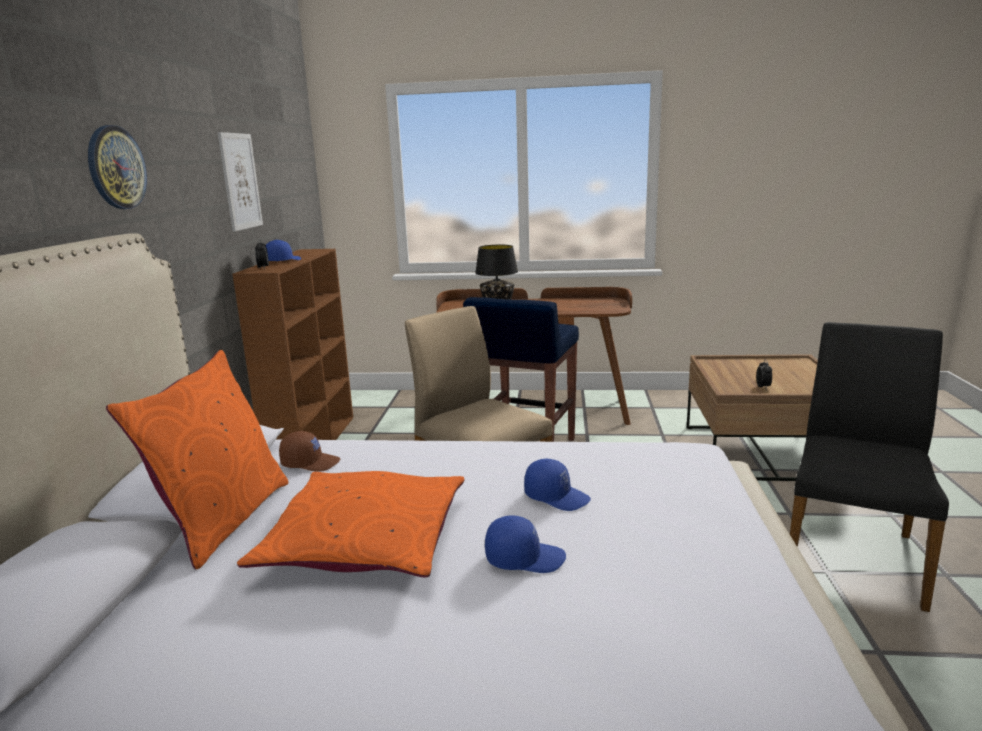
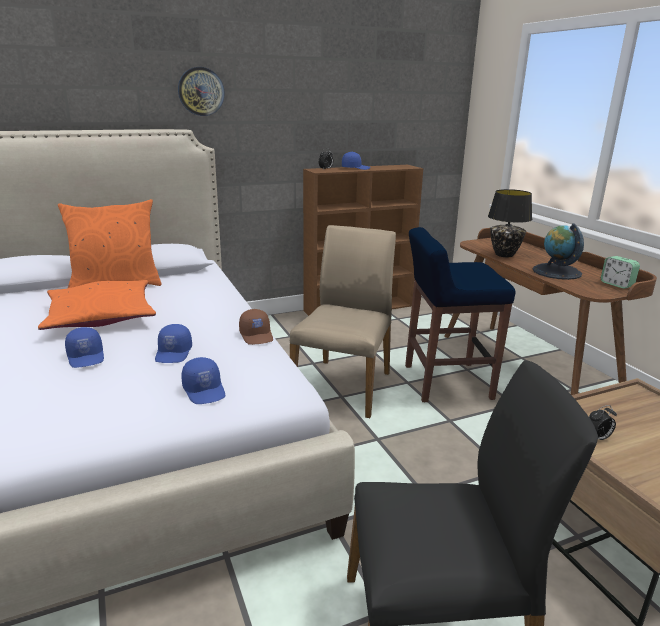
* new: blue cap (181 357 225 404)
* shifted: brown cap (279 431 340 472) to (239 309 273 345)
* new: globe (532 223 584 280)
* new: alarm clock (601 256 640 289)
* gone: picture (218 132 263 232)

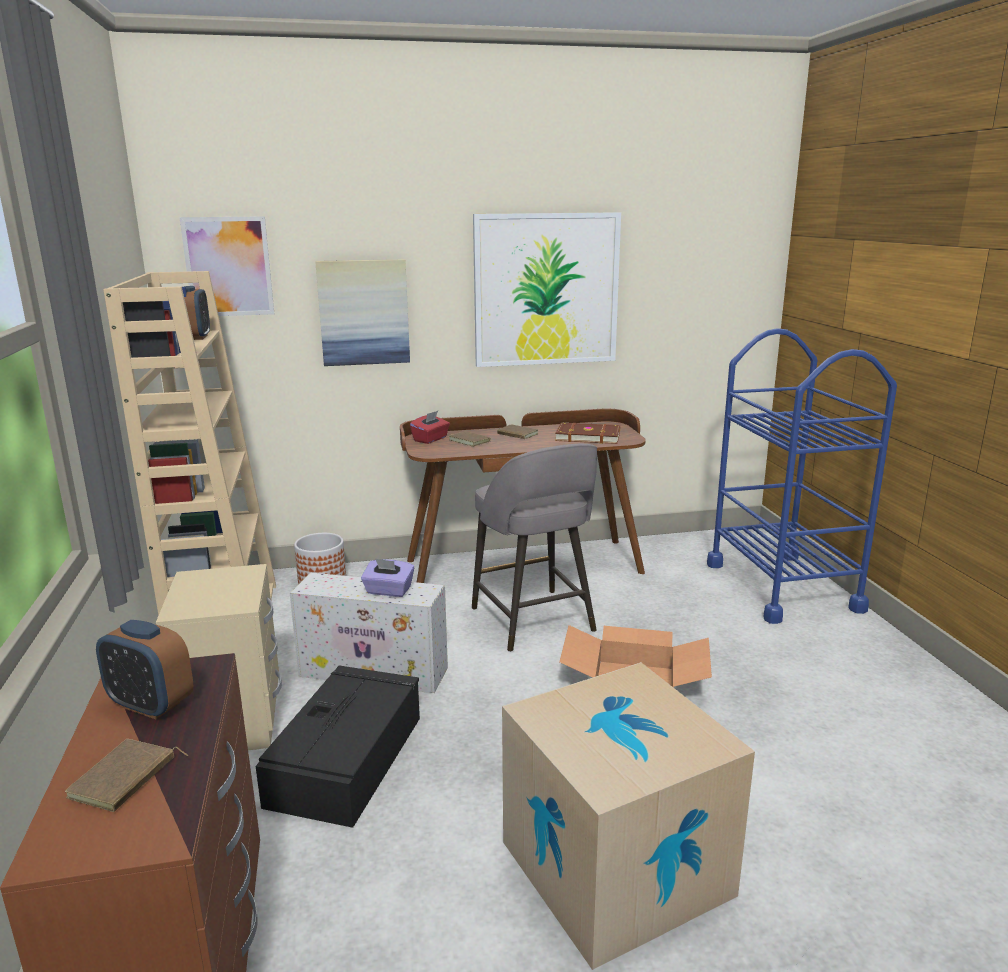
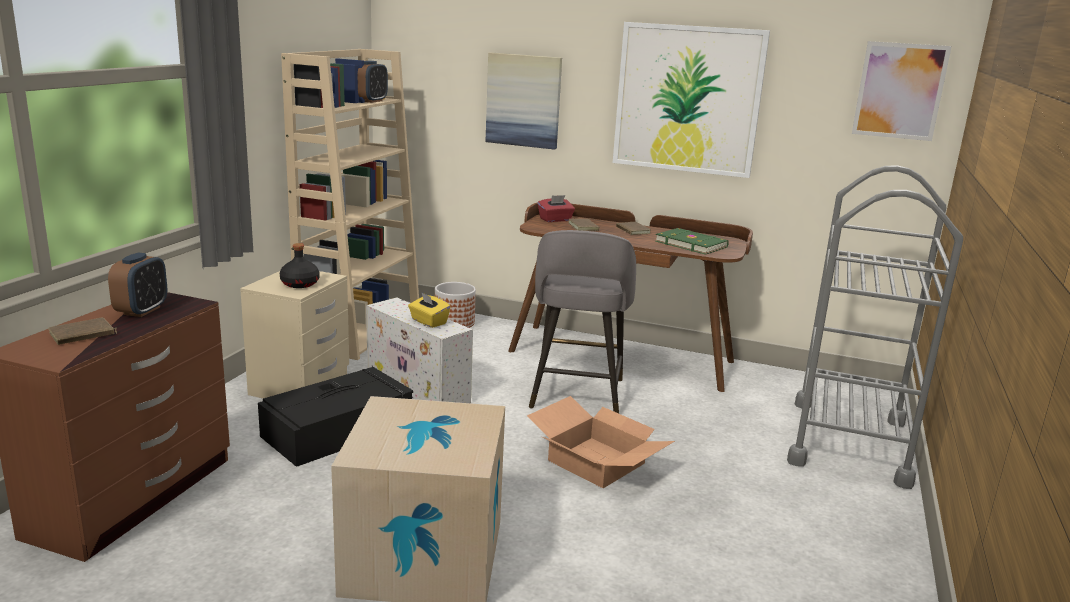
* rotated: alarm clock (96 620 193 719) = (108 252 167 317) 135 degrees counterclockwise
* new: black bottle (279 243 319 288)
* repainted: purple tissue box (361 558 414 597) to yellow tissue box (408 292 450 328)
* repainted: brown book (555 423 620 444) to green book (655 228 729 255)
* repainted: blue cart (707 328 897 624) to grey cart (787 165 963 489)
* shifted: picture (179 216 274 316) to (852 41 952 141)

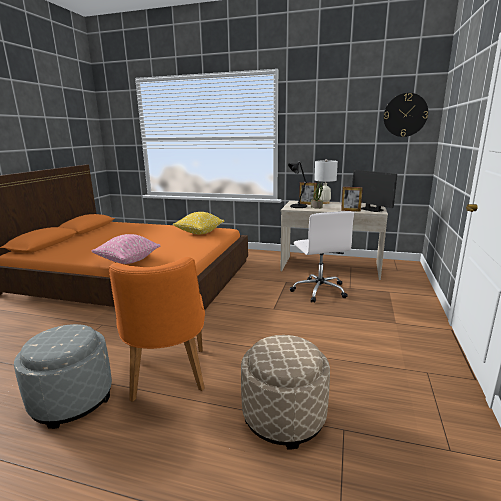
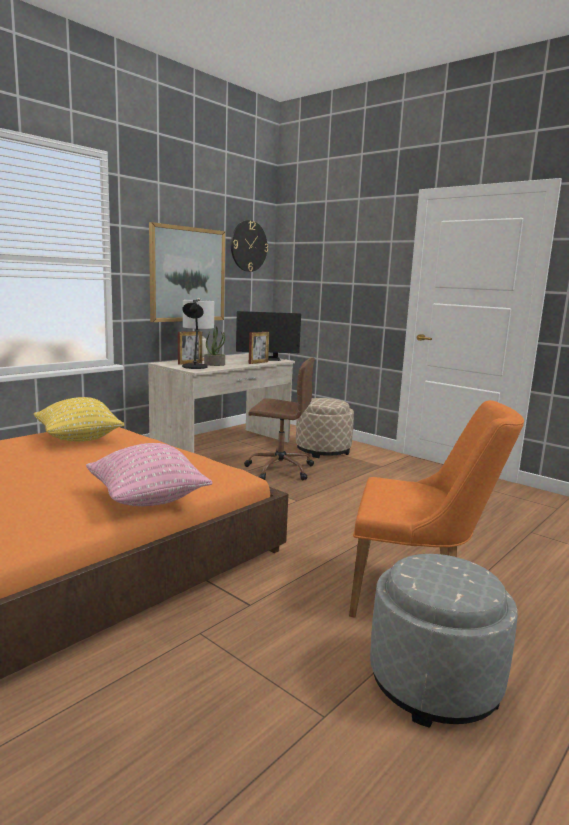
* new: picture (149 222 225 322)
* repainted: white office chair (290 211 354 303) to brown office chair (244 357 315 480)
* shifted: beige ottoman (241 335 330 450) to (296 398 354 458)

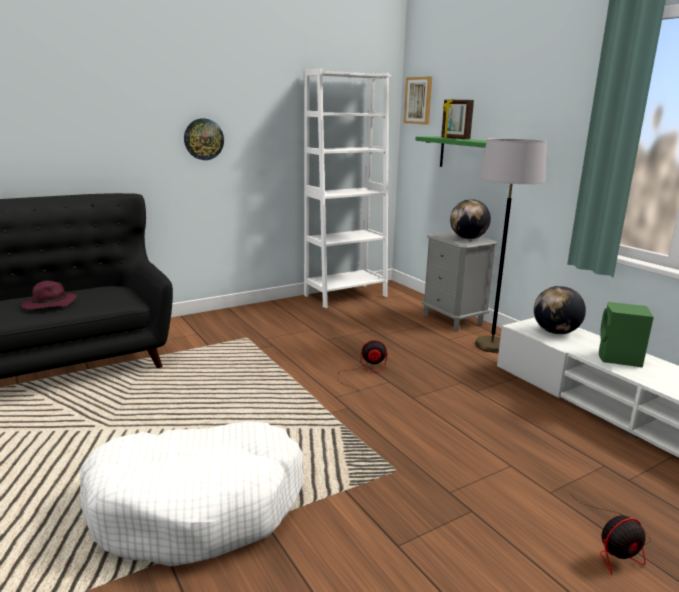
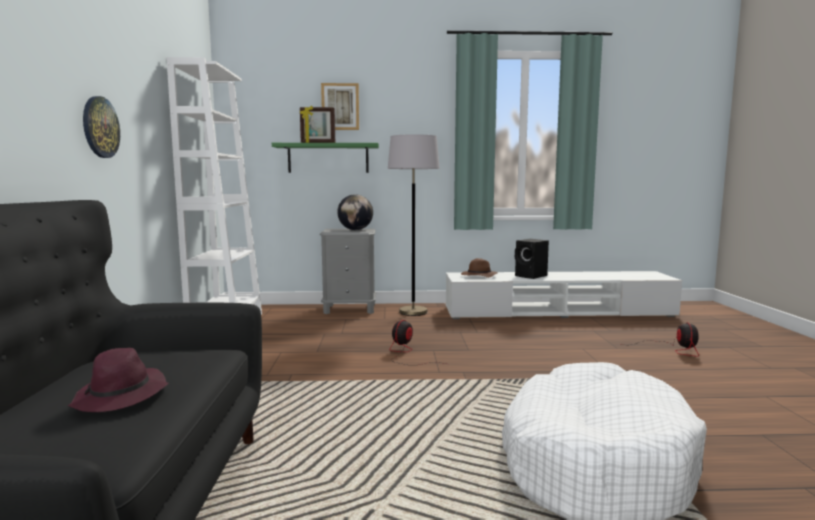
* shifted: picture (404 76 432 125) to (321 83 359 130)
* swapped: globe (534 286 586 334) to brown hat (461 258 497 278)
* repainted: green speaker (599 302 654 367) to black speaker (515 239 549 279)

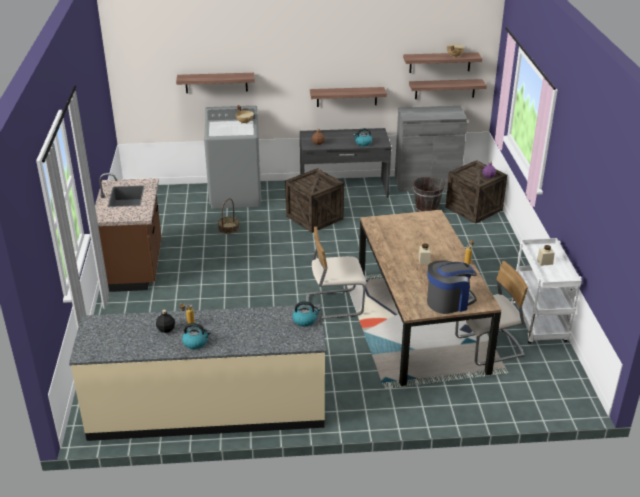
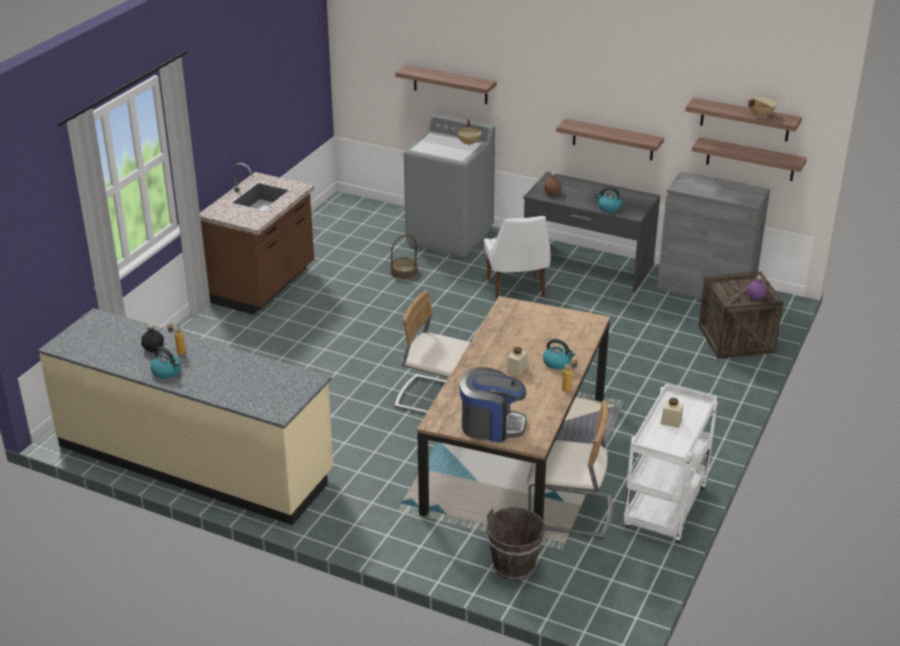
* swapped: crate (285 168 344 233) to white chair (484 216 551 300)
* shifted: brown bucket (413 177 445 212) to (486 507 546 581)
* shifted: kettle (292 301 321 327) to (543 339 575 369)

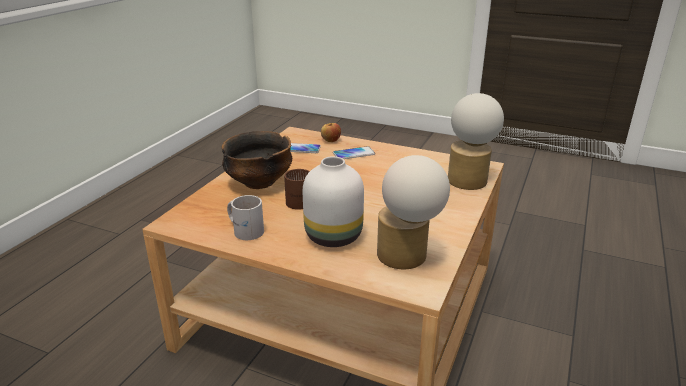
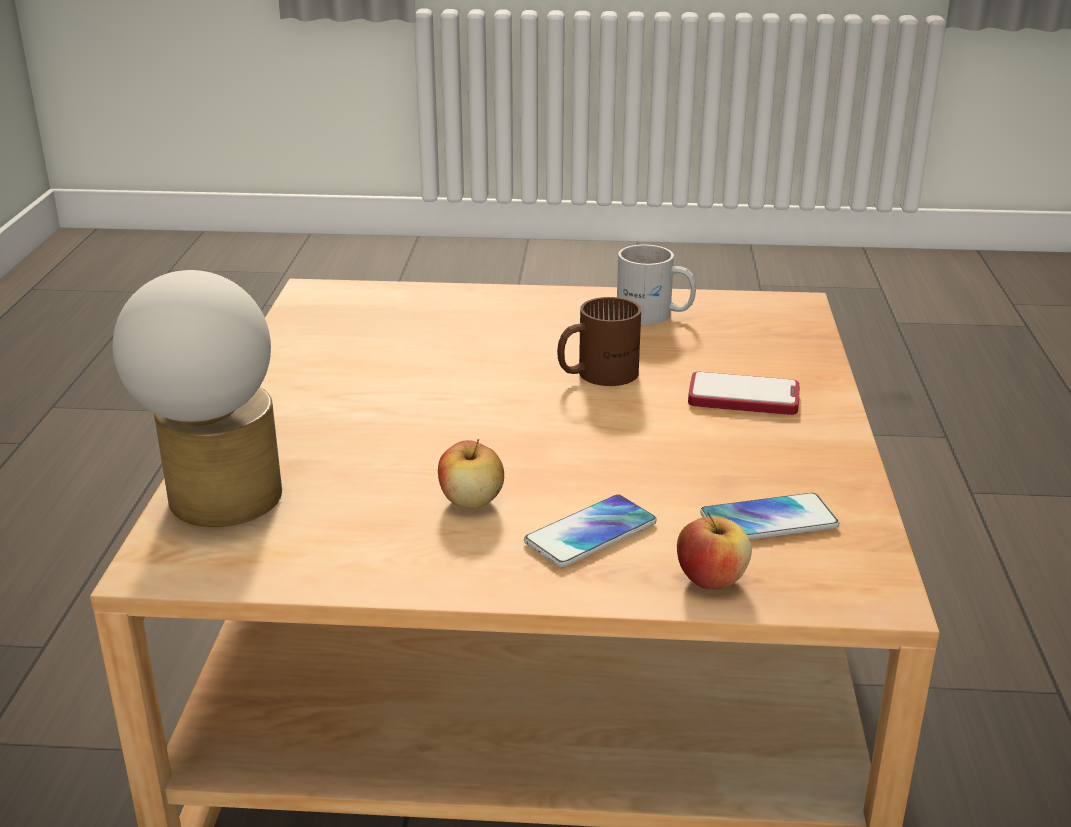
* new: apple (438 439 504 509)
* swapped: bowl (222 131 292 189) to phone (688 372 799 415)
* gone: white vase (303 156 364 247)
* gone: table lamp (377 155 450 269)

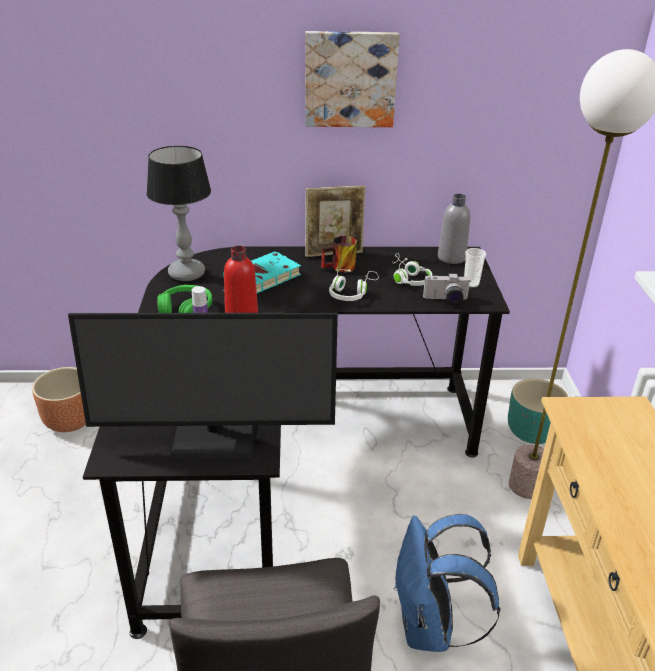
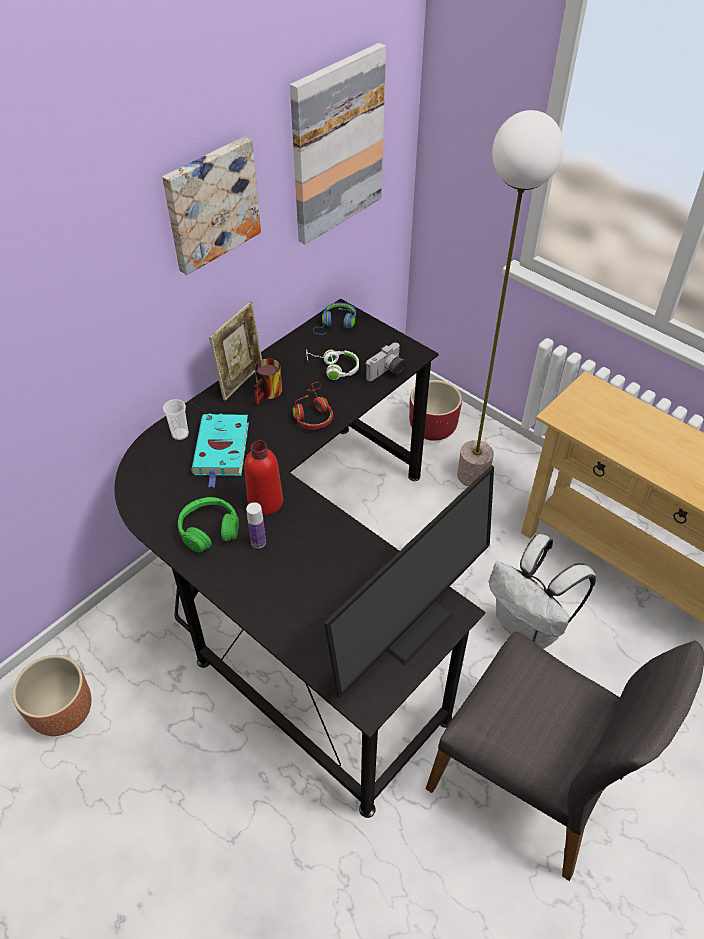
* shifted: cup (464 248 486 288) to (163 399 189 440)
* new: picture (290 43 386 244)
* repainted: white headphones (329 269 379 301) to red headphones (293 382 333 430)
* swapped: grey bottle (438 194 470 264) to blue headphones (313 303 356 335)
* repainted: turquoise planter (508 379 568 444) to red planter (409 380 462 441)
* repainted: blue backpack (394 514 500 652) to white backpack (489 534 596 649)
* gone: table lamp (146 146 211 281)

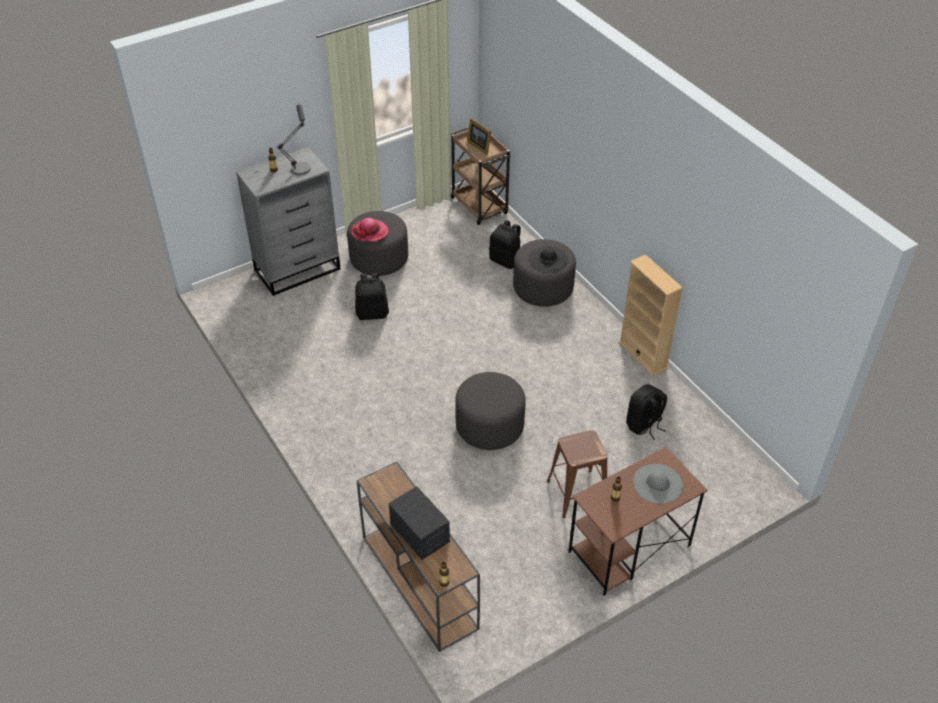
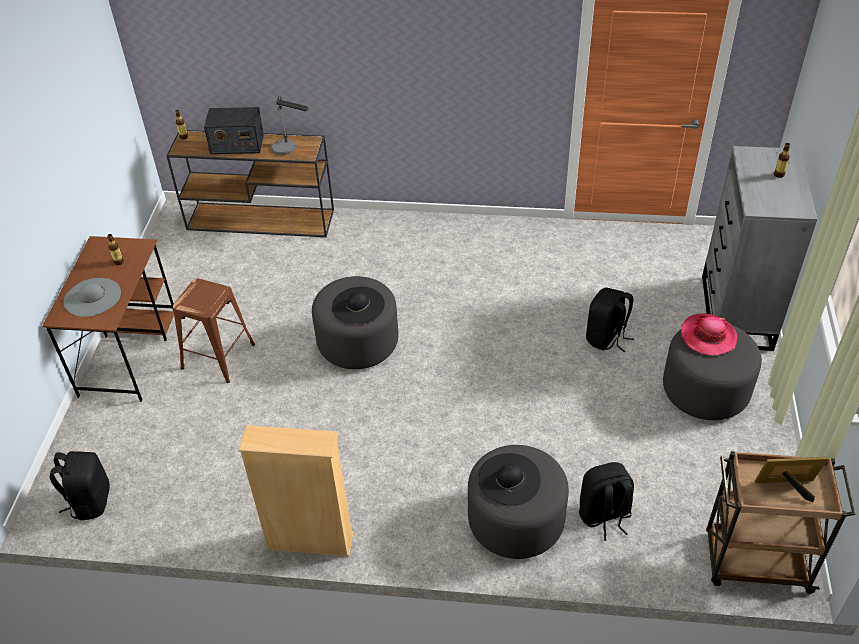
* shifted: black backpack (626 384 667 440) to (50 451 110 520)
* shifted: table lamp (277 104 310 175) to (272 96 309 155)
* new: black hat (332 286 385 324)

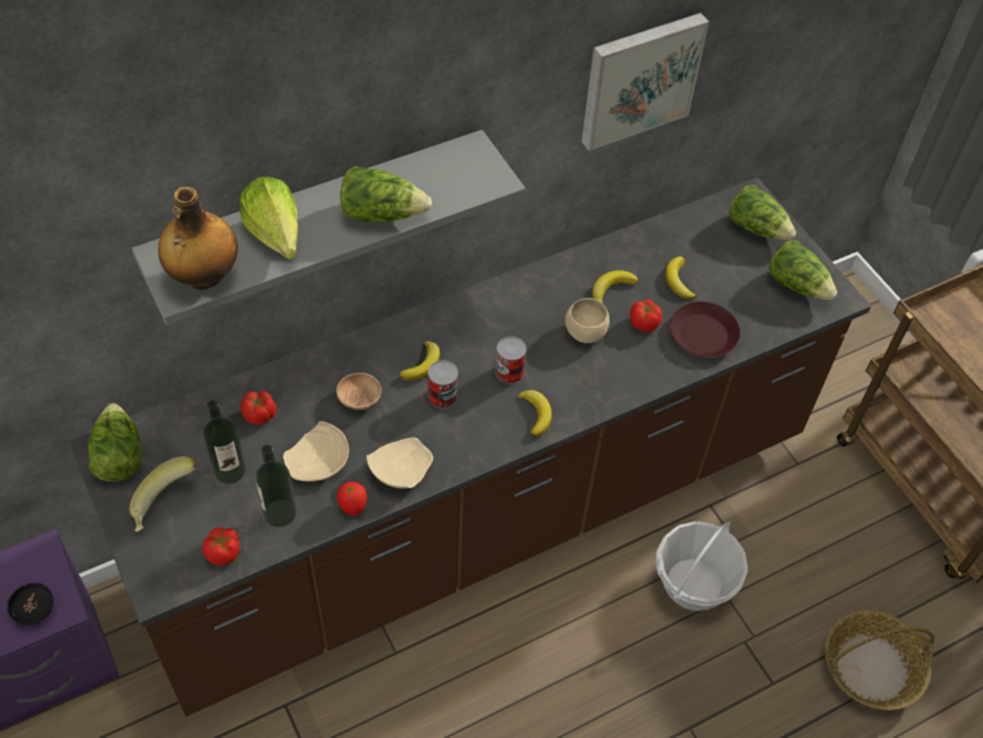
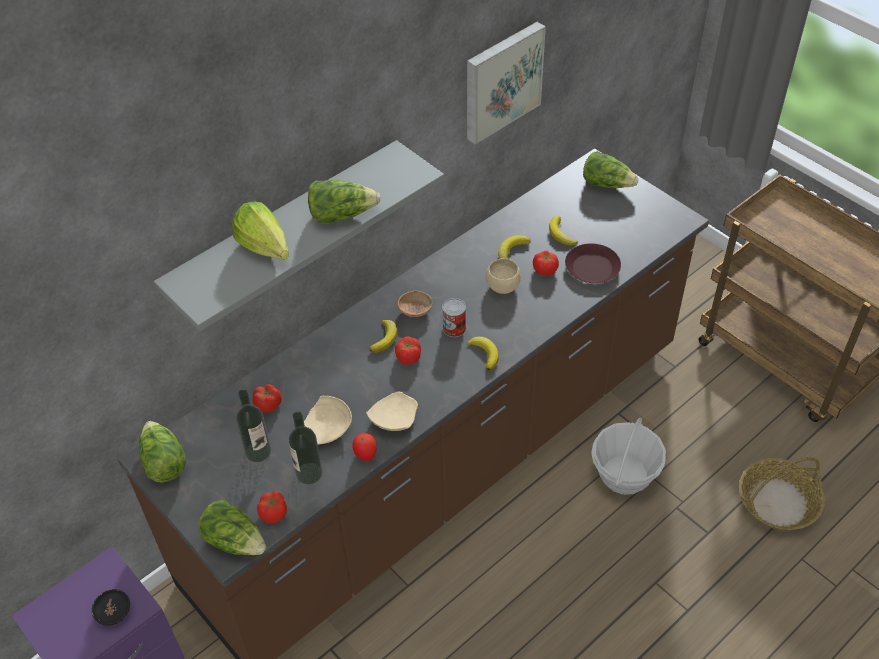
* shifted: lettuce (769 240 837 300) to (198 500 266 555)
* swapped: can (428 360 458 408) to tomato (395 336 421 365)
* shifted: brown bowl (336 373 382 410) to (398 291 432 317)
* gone: banana (130 456 197 532)
* gone: bottle (158 186 238 290)

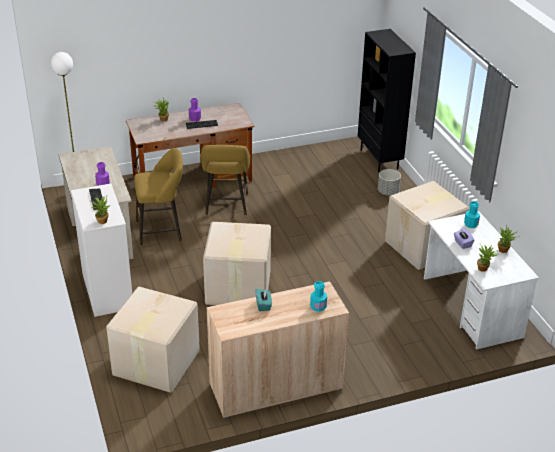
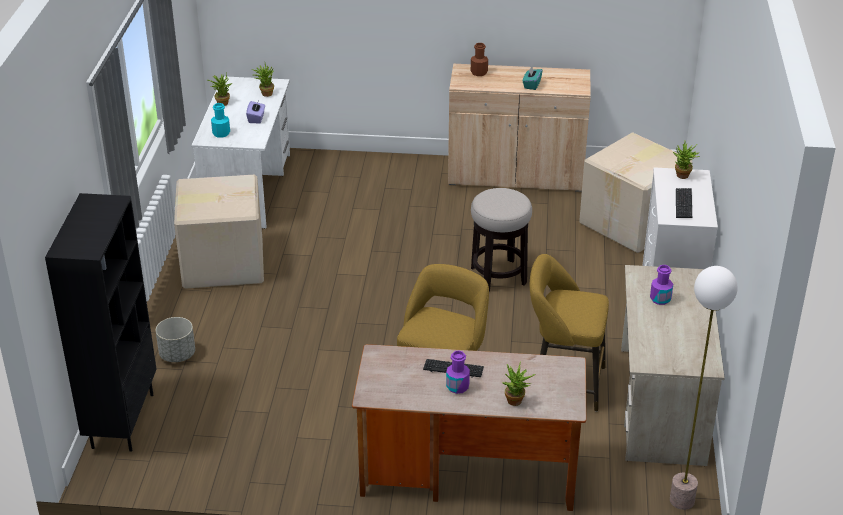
* repainted: turquoise bottle (310 281 327 312) to brown bottle (471 43 488 76)
* swapped: cardboard box (203 222 271 305) to stool (471 188 532 291)

